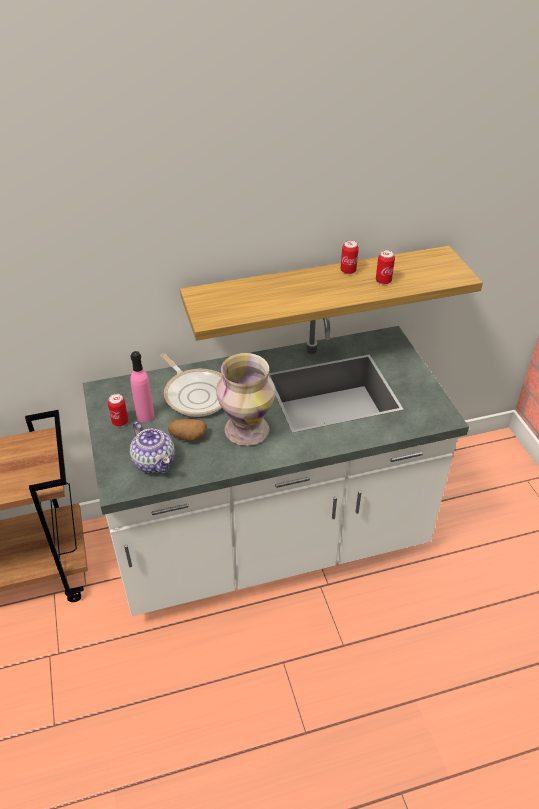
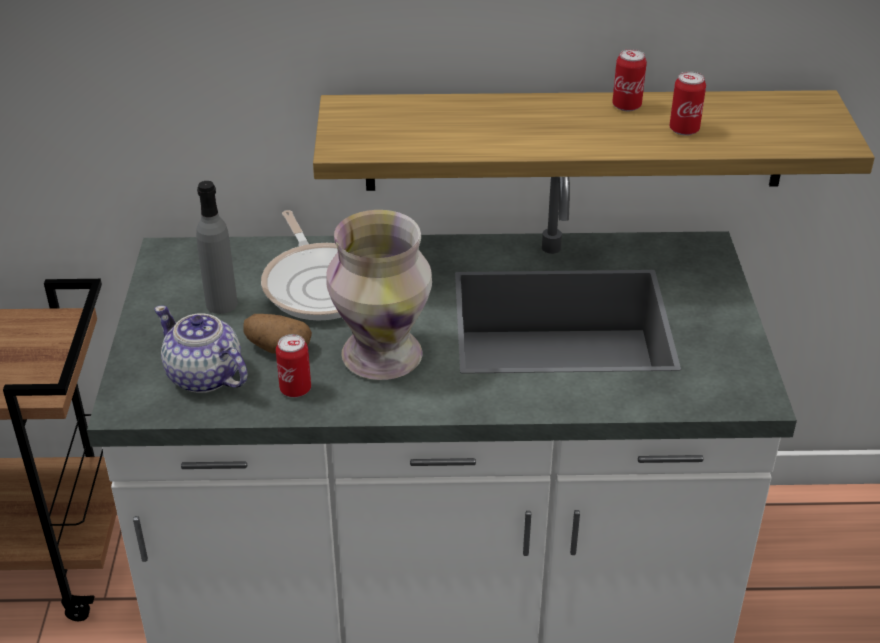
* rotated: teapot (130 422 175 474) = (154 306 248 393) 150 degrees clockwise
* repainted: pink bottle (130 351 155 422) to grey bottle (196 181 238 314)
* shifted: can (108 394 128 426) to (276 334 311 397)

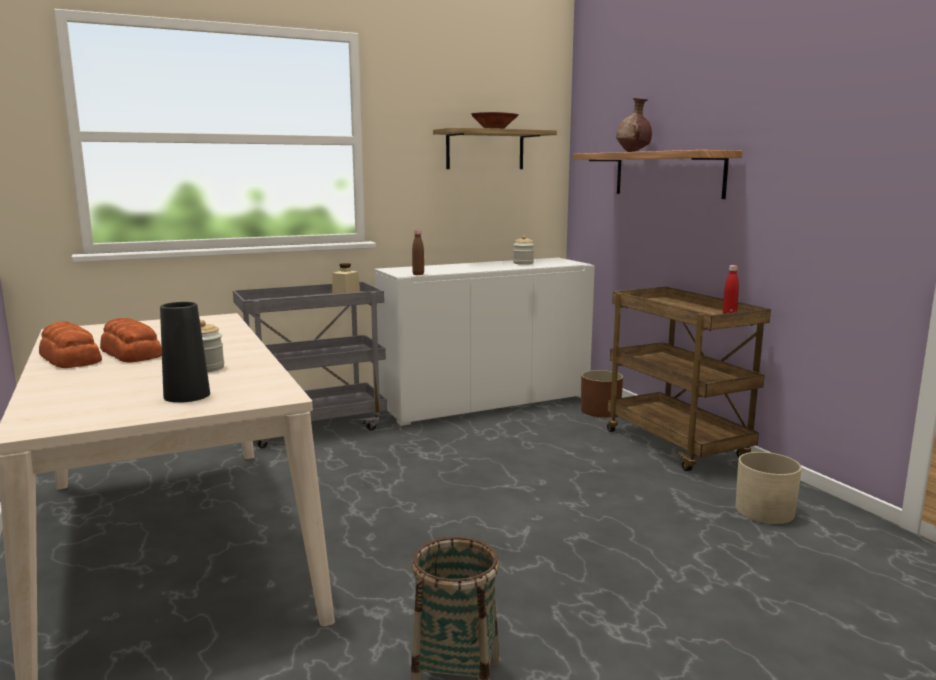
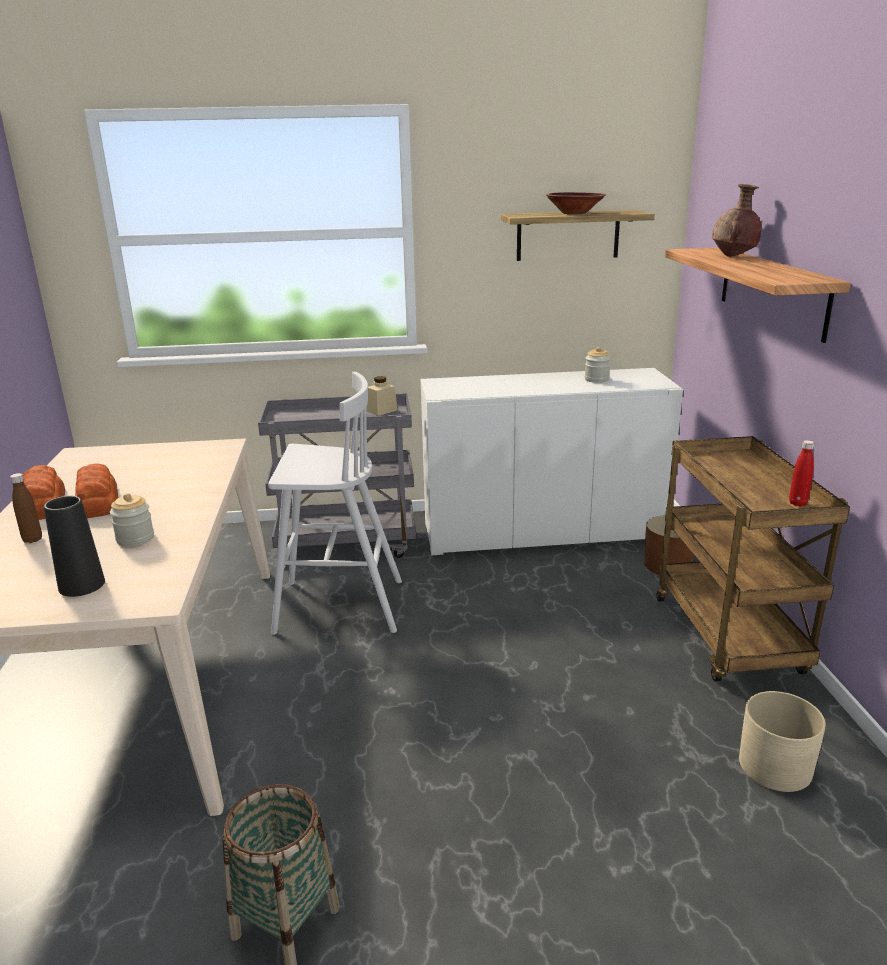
* shifted: brown bottle (412 230 424 275) to (10 473 42 543)
* new: white stool (268 372 402 635)

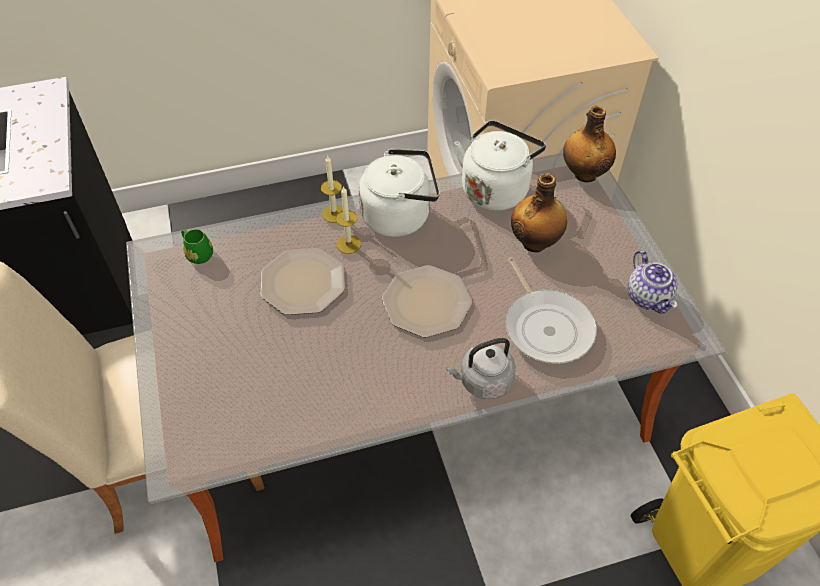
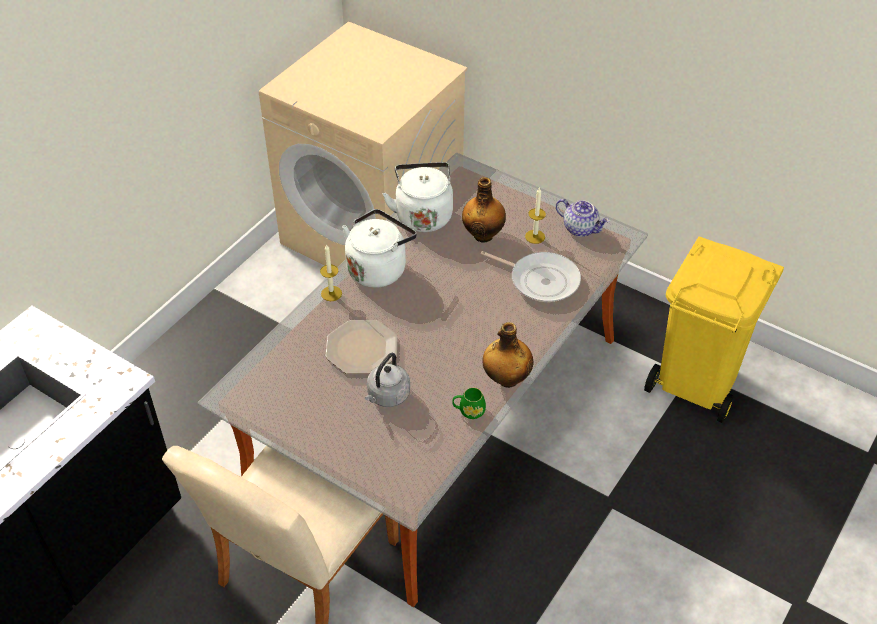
* shifted: grey kettle (446 338 516 399) to (365 353 410 407)
* shifted: green mug (181 229 213 264) to (452 388 486 419)
* shifted: bottle (563 105 616 183) to (482 322 533 388)
* shifted: candle (336 186 361 254) to (525 187 546 244)
* gone: plate (382 265 472 337)

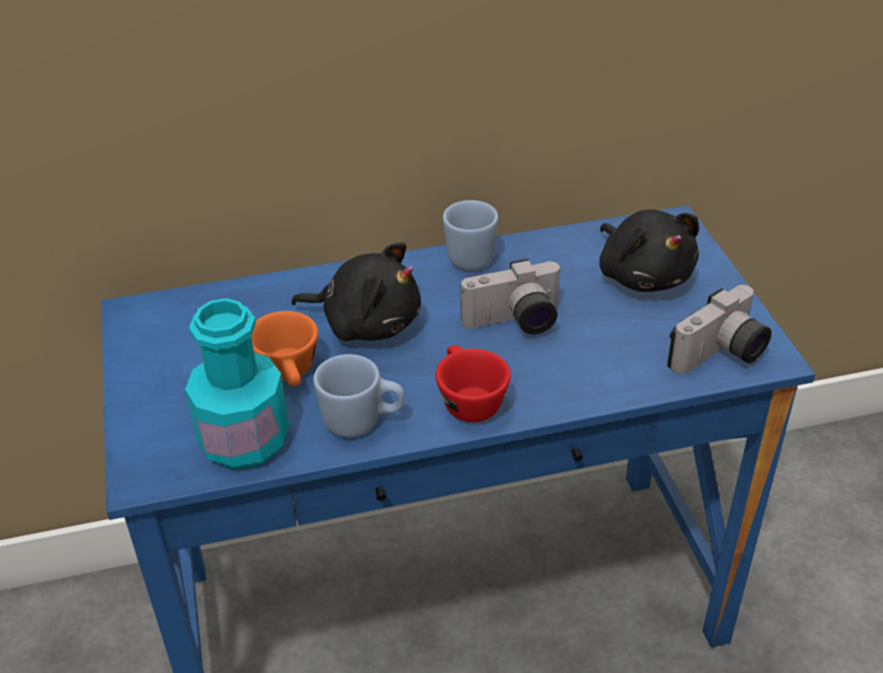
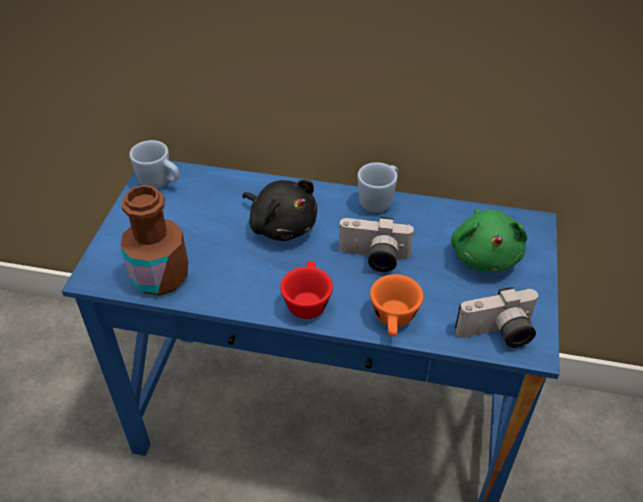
* repainted: turquoise bottle (185 298 289 470) to brown bottle (121 185 188 296)
* shifted: blue mug (313 354 404 438) to (129 140 179 189)
* shifted: orange cup (251 311 318 386) to (370 274 423 336)
* repainted: black plush toy (599 209 699 292) to green plush toy (451 208 527 272)

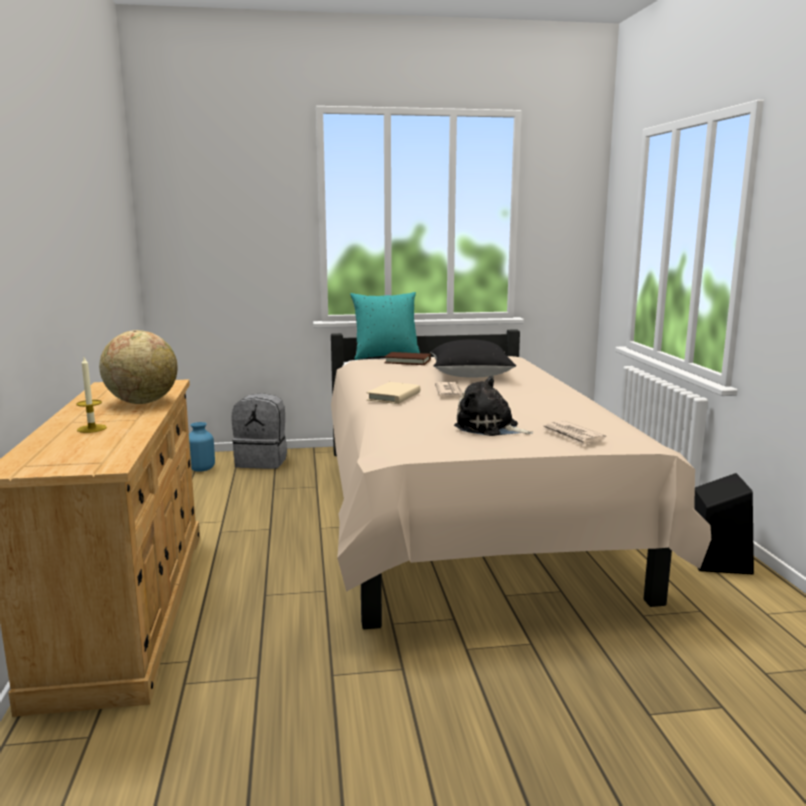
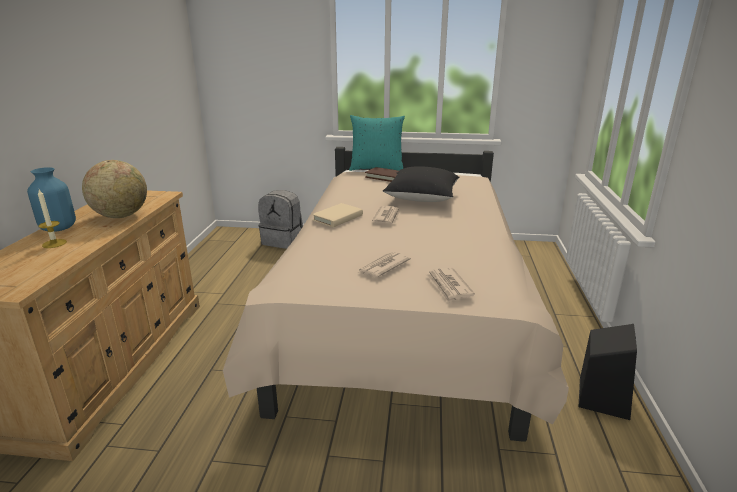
* shifted: blue vase (189 422 215 472) to (27 167 76 232)
* swapped: plush toy (454 376 533 436) to newspaper (358 252 411 278)

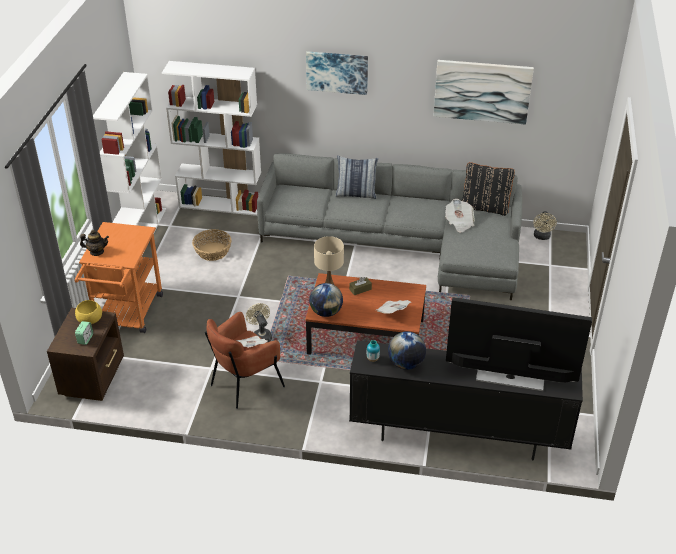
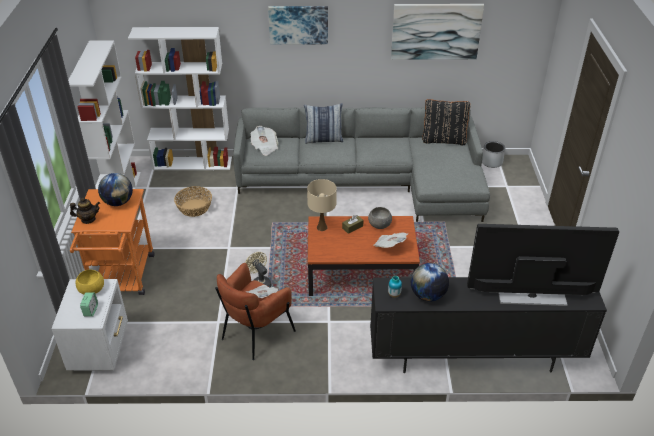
* repainted: brown nightstand (47 308 124 401) to white nightstand (51 279 128 371)
* shifted: globe (309 283 343 317) to (98 173 133 206)
* shifted: newspaper (445 199 475 233) to (251 126 279 156)
* new: grey bowl (368 207 392 229)
* swapped: beige fan (533 211 557 240) to grey planter (482 141 505 168)

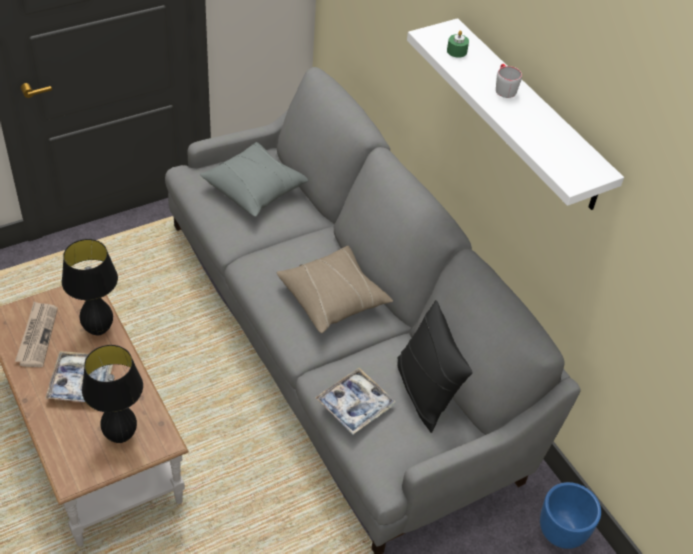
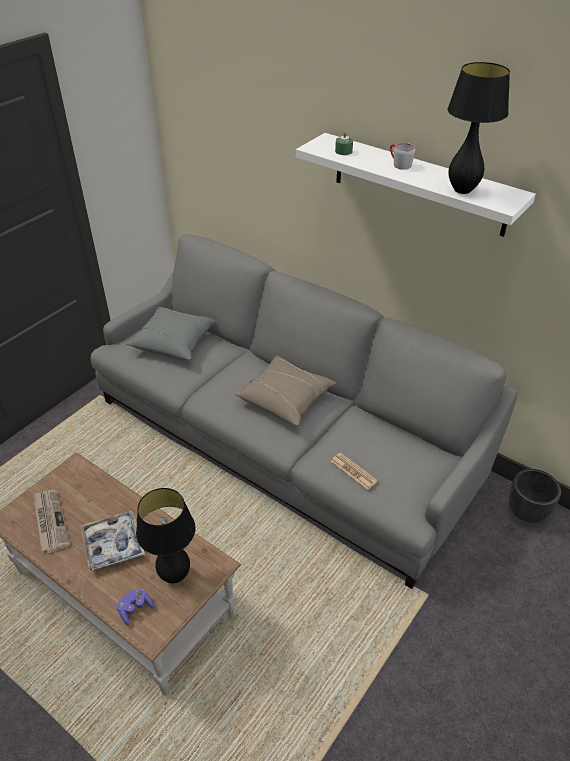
* new: purple game controller (116 588 154 625)
* swapped: tray (315 368 396 435) to newspaper (331 453 378 490)
* shifted: black table lamp (61 239 118 336) to (447 62 510 194)
* repainted: blue planter (540 482 601 549) to black planter (509 469 561 523)
* gone: black pillow (397 300 473 433)

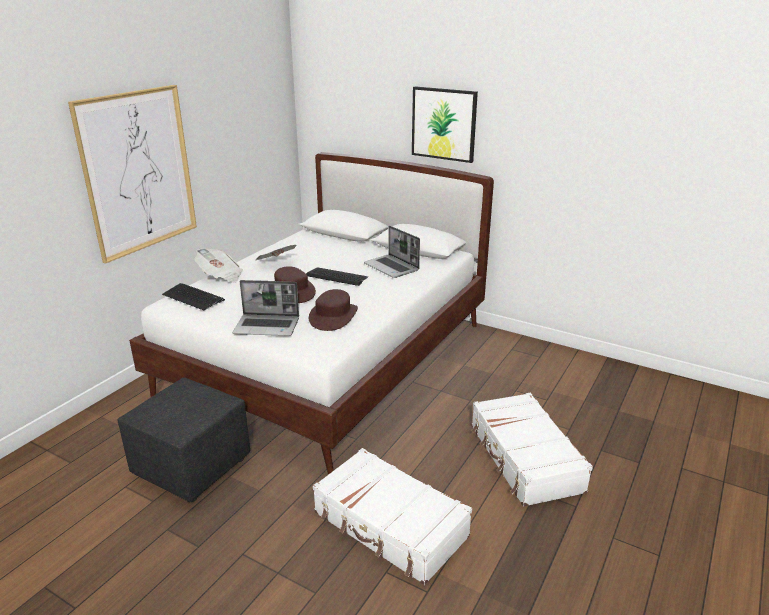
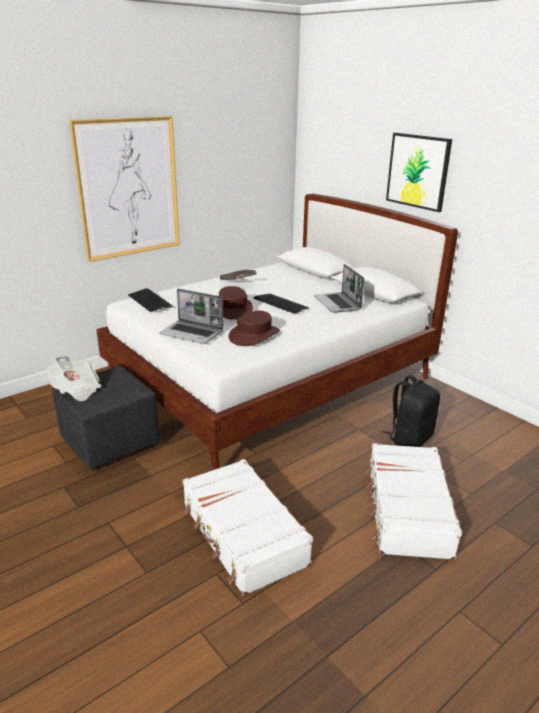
* shifted: newspaper (194 248 243 283) to (47 355 101 401)
* new: black backpack (382 375 440 447)

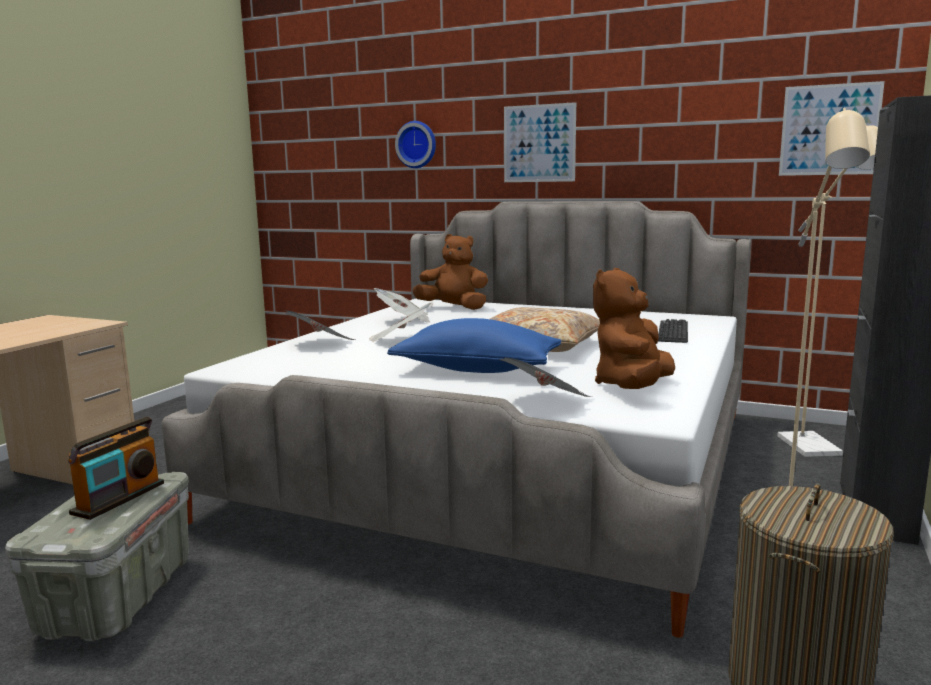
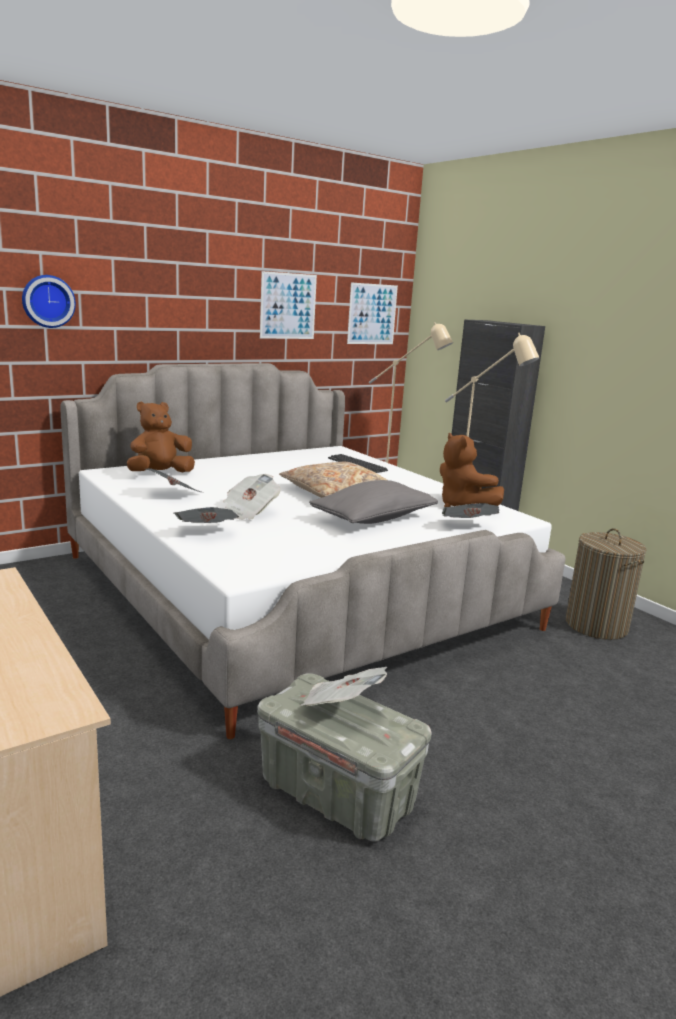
* shifted: picture (504 102 576 182) to (260 271 317 339)
* swapped: radio (68 417 164 520) to newspaper (300 667 387 706)
* repainted: blue pillow (387 318 562 373) to grey pillow (309 480 438 524)

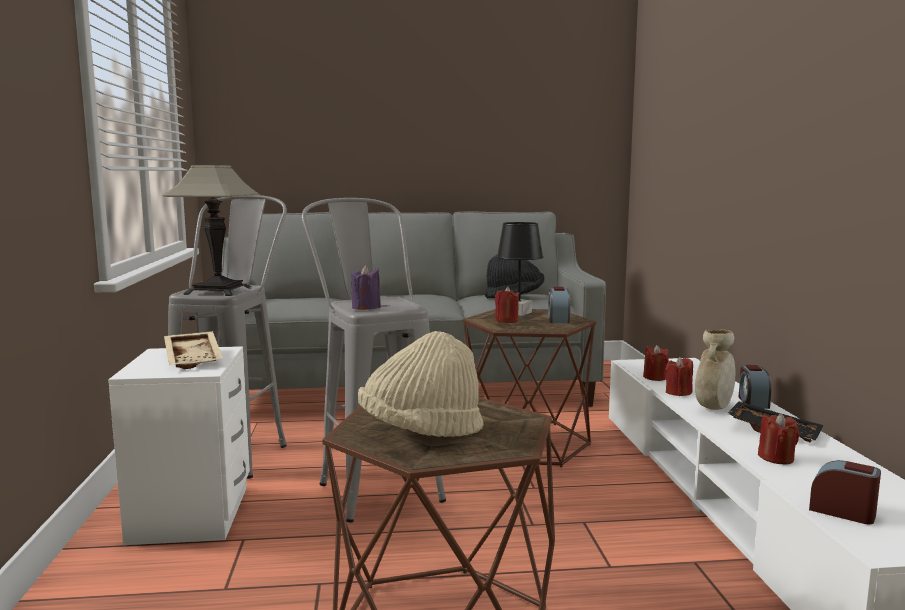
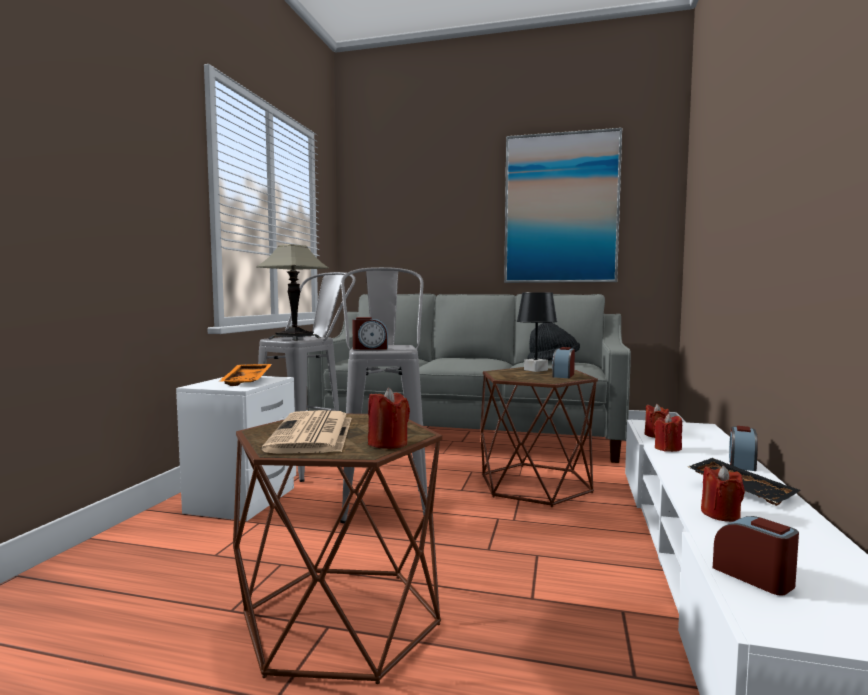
* repainted: beige tray (164 331 223 369) to orange tray (219 364 272 386)
* swapped: beige hat (358 331 484 437) to newspaper (262 410 352 454)
* swapped: purple candle (351 265 381 310) to alarm clock (352 317 388 350)
* shifted: red candle (495 287 519 323) to (368 388 410 449)
* new: picture (504 128 622 283)
* gone: beige vase (695 329 735 410)

